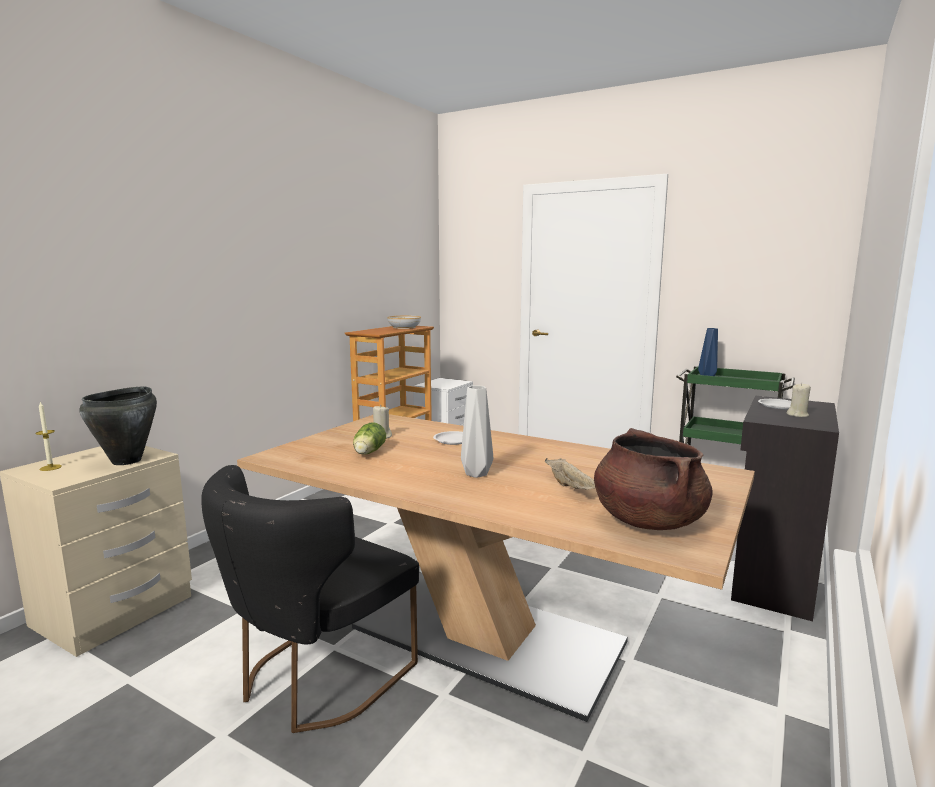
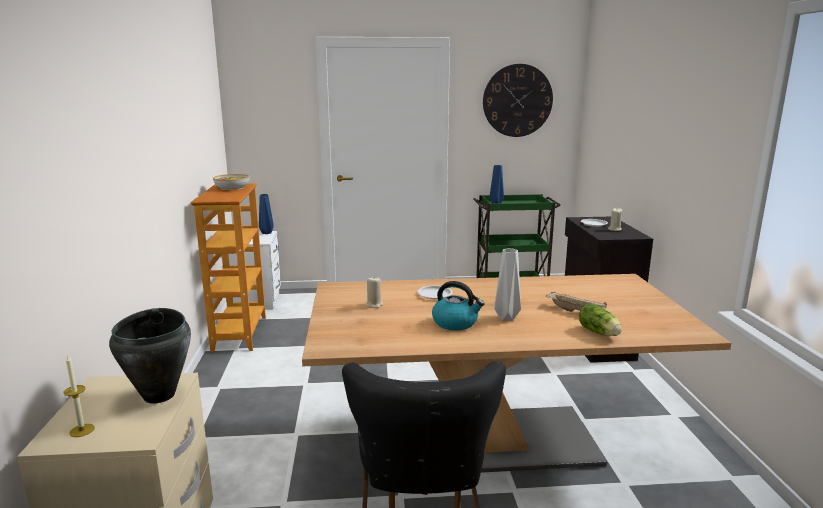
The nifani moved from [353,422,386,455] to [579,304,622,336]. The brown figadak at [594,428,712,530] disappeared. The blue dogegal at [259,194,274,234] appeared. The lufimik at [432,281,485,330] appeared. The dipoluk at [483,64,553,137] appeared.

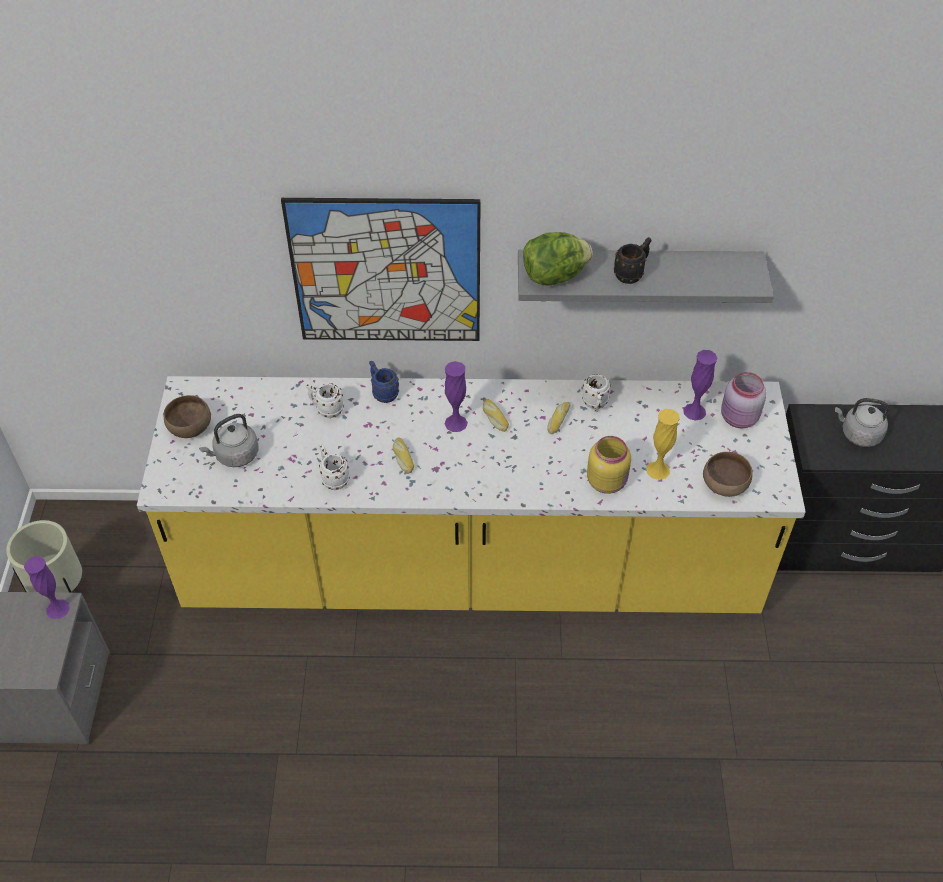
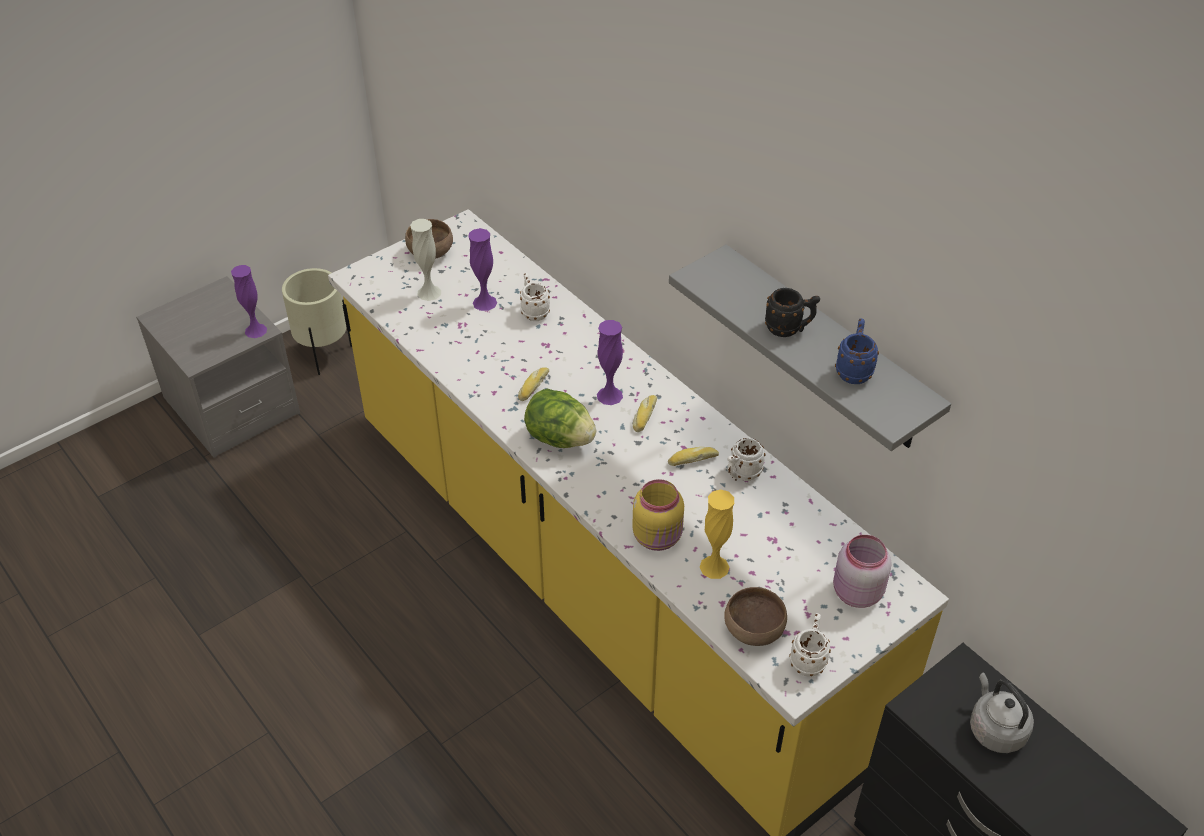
The grey lufimik at [199,414,258,467] was replaced by the white dogegal at [410,219,441,301]. The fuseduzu at [281,198,481,341] disappeared. The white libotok moved from [319,445,350,490] to [789,613,831,677]. The blue libotok moved from [369,361,399,403] to [835,318,879,384]. The nifani moved from [523,232,593,286] to [524,388,596,448]. The purple dogegal moved from [683,350,717,421] to [468,228,497,311].

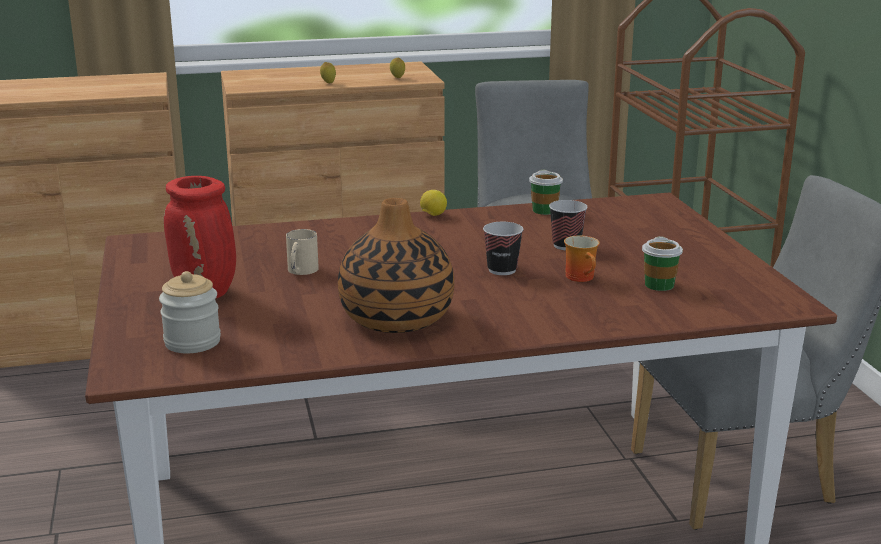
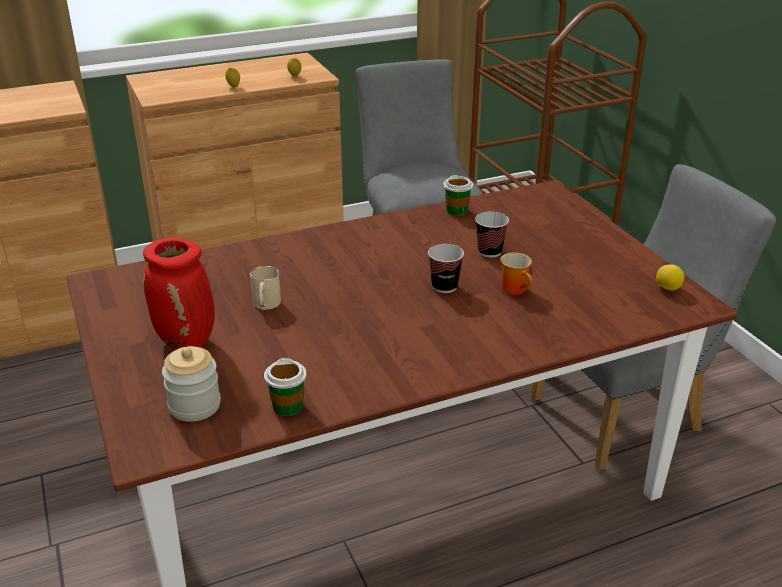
The dogegal at [338,198,454,333] disappeared. The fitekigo moved from [420,190,447,216] to [656,264,684,291]. The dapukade moved from [642,236,683,291] to [264,358,307,416].

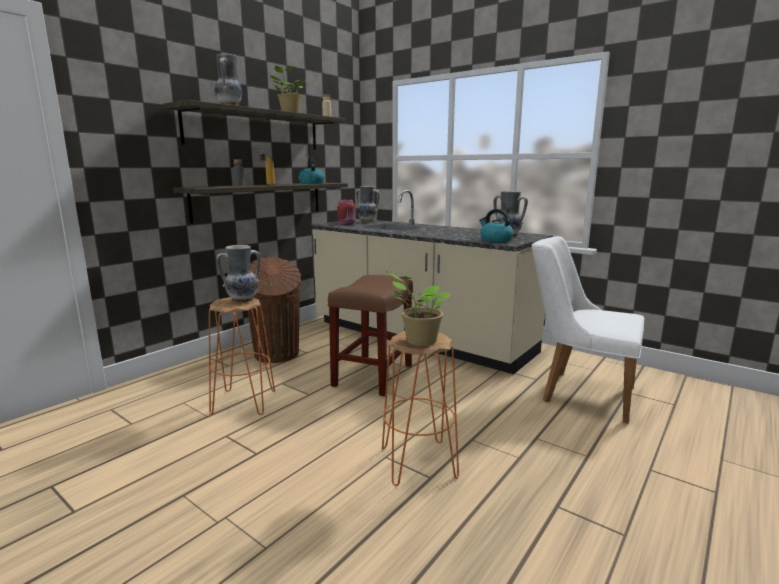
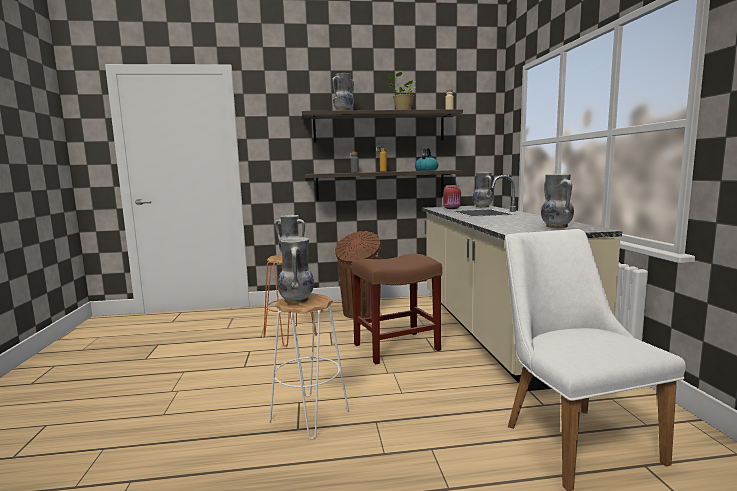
The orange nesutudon at [382,331,459,486] became the white nesutudon at [269,293,349,439]. The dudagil at [387,272,450,346] was replaced by the dogegal at [278,237,314,304]. The lufimik at [479,209,514,242] disappeared.

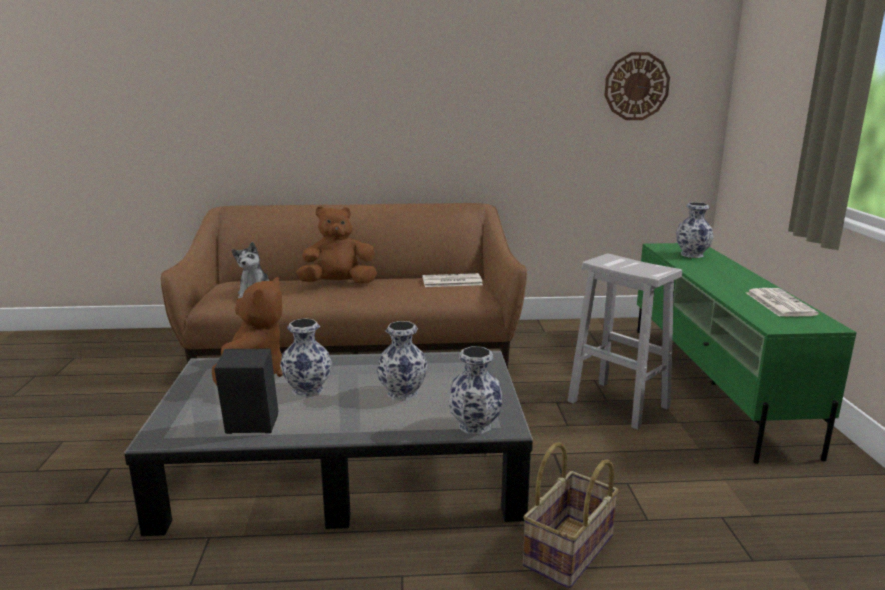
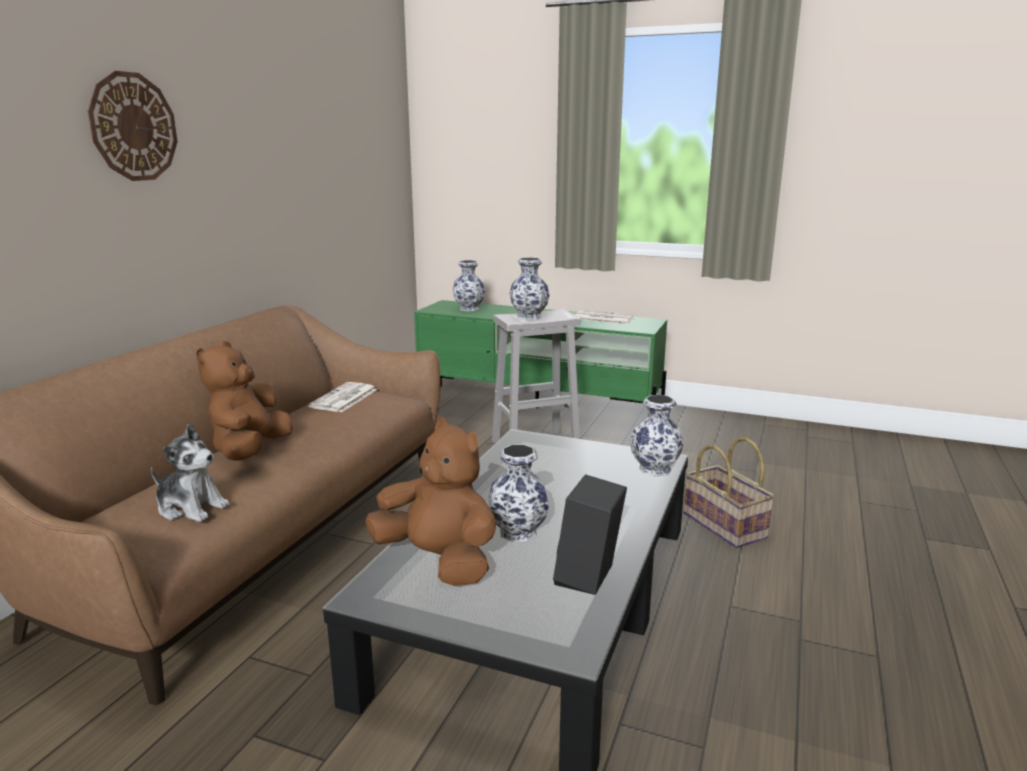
The dogegal moved from [377,321,428,401] to [510,257,549,319]. The dipoluk moved from [604,52,670,120] to [88,71,178,181].

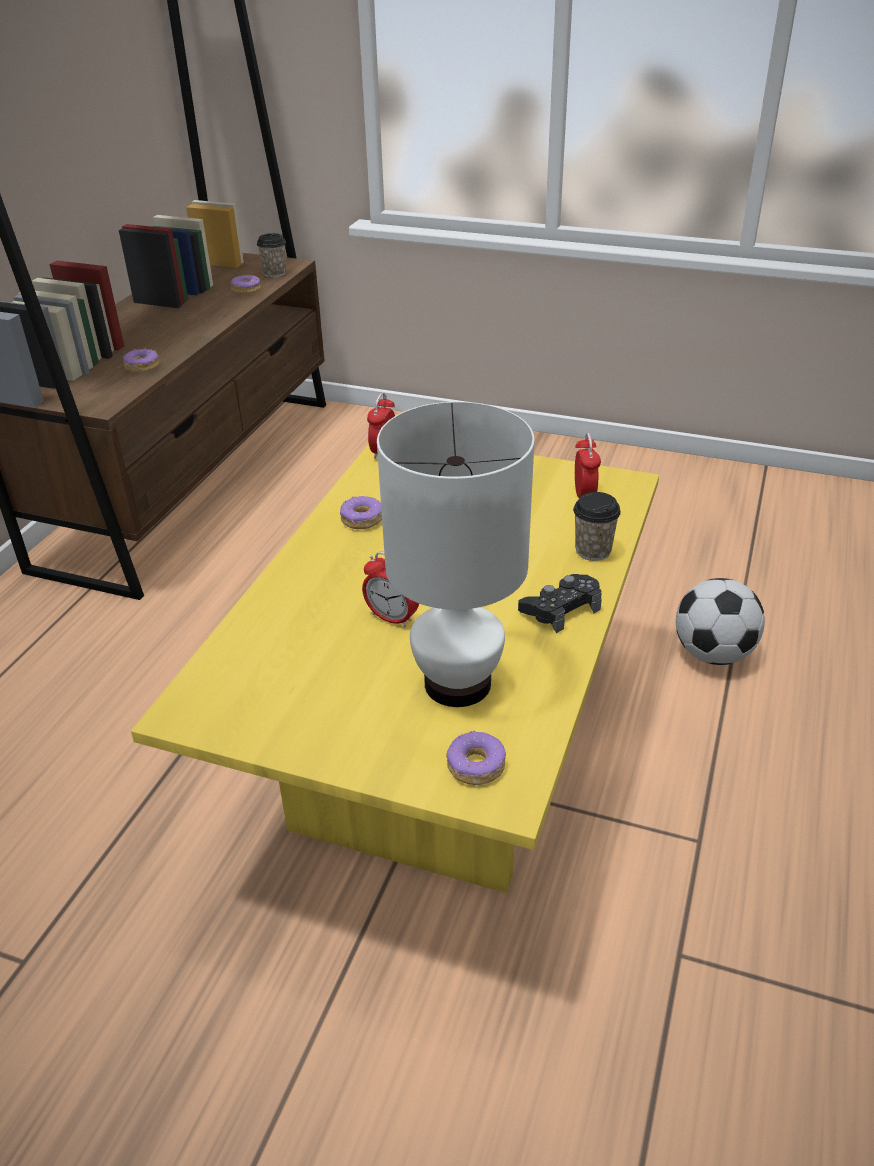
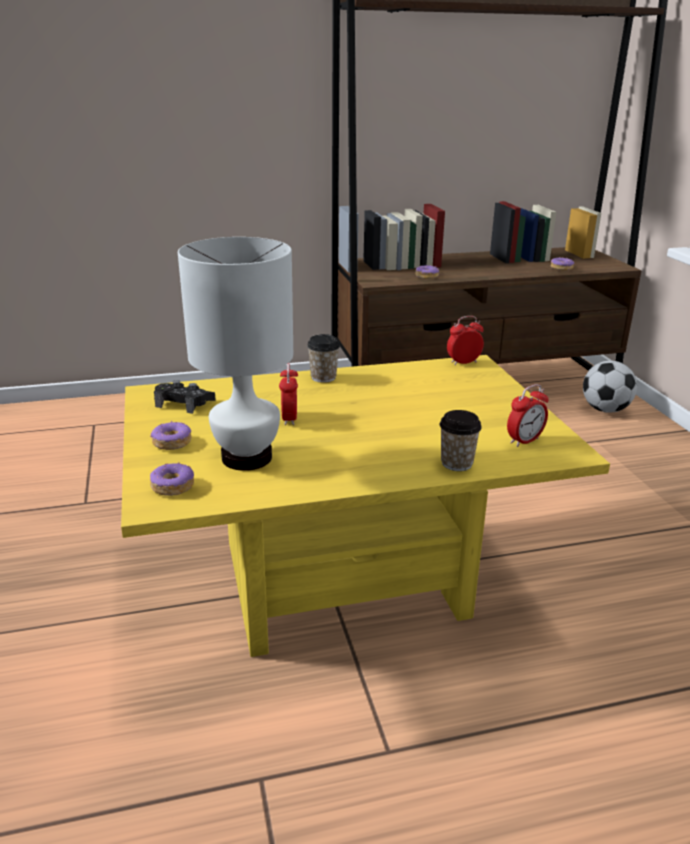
The dapukade moved from [257,233,286,278] to [307,334,340,383]. The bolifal moved from [340,496,382,529] to [150,421,191,450]. The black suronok moved from [518,574,602,633] to [154,380,216,414]. The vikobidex moved from [676,578,765,665] to [583,361,637,413].

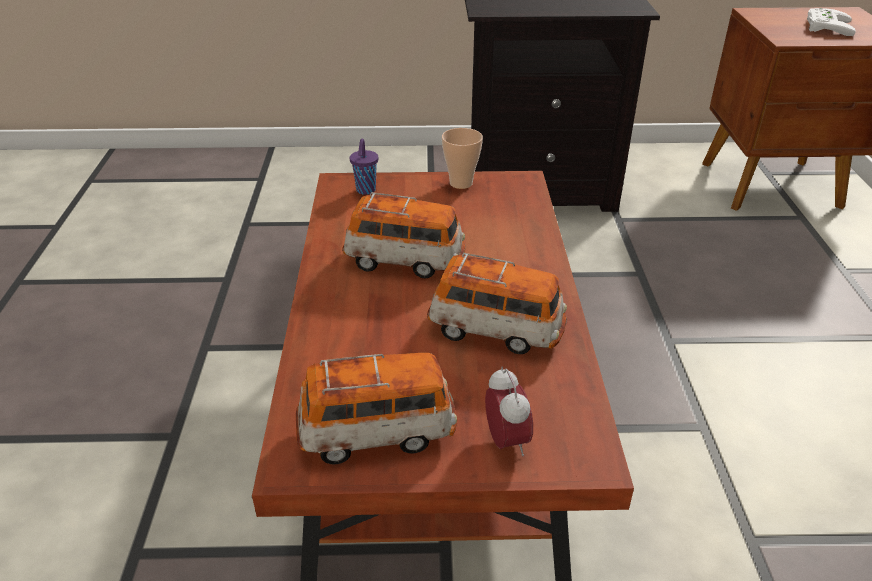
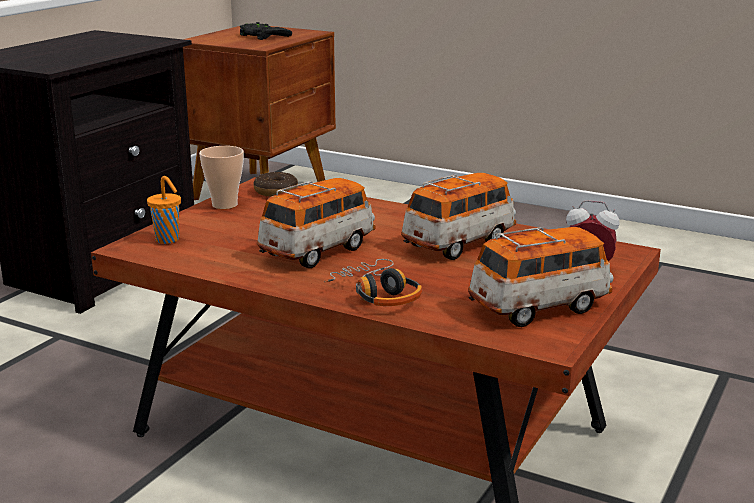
The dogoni at [296,353,457,465] turned 45 degrees clockwise. The purple dapukade at [350,138,378,195] became the orange dapukade at [147,176,181,244]. The white suronok at [807,8,856,36] became the black suronok at [240,22,292,40]. The bolifal at [253,172,298,197] appeared. The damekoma at [324,259,422,306] appeared.

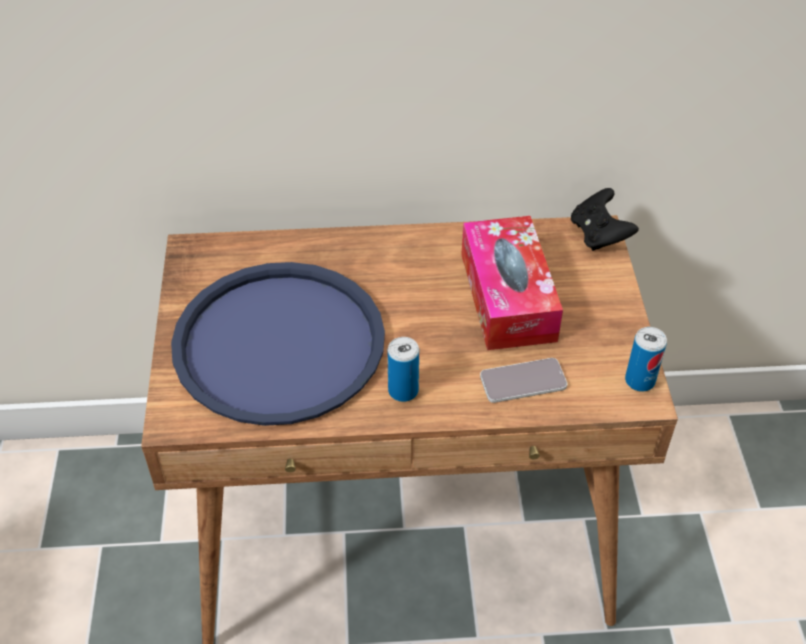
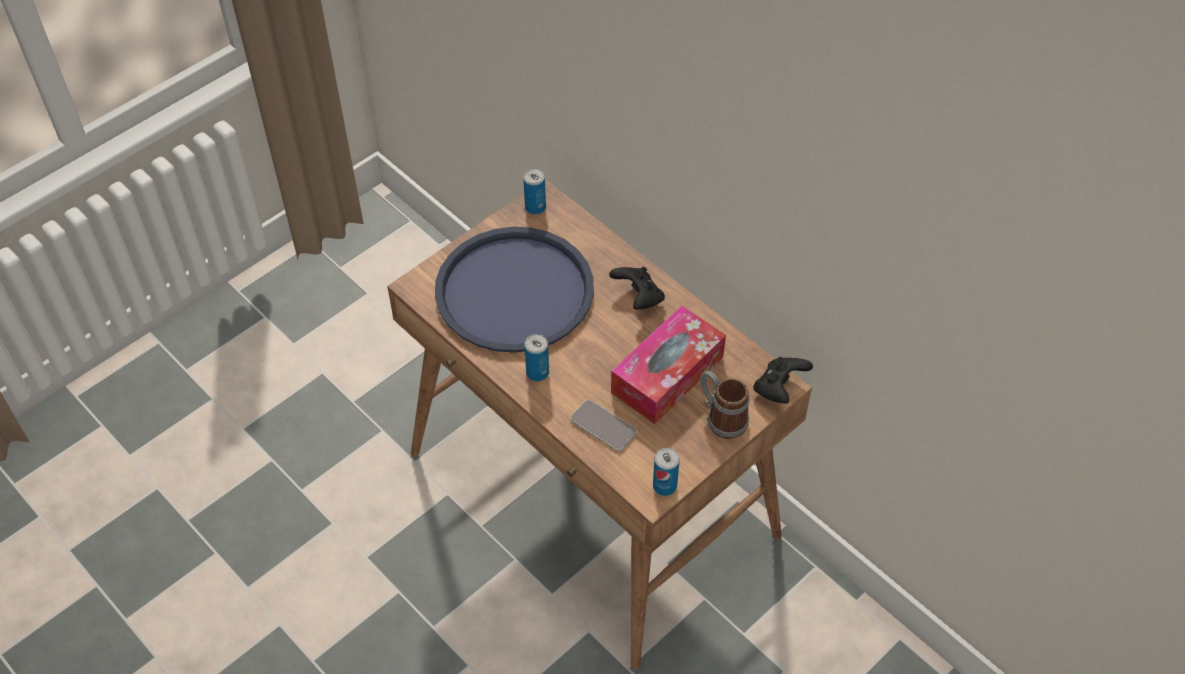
The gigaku at [523,169,546,215] appeared. The black suronok at [609,267,665,309] appeared. The libotok at [700,371,750,439] appeared.

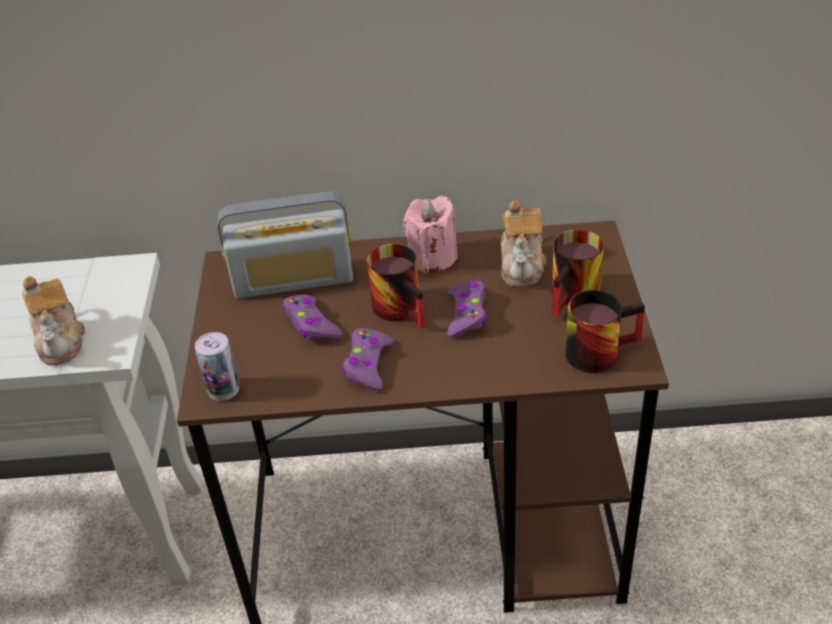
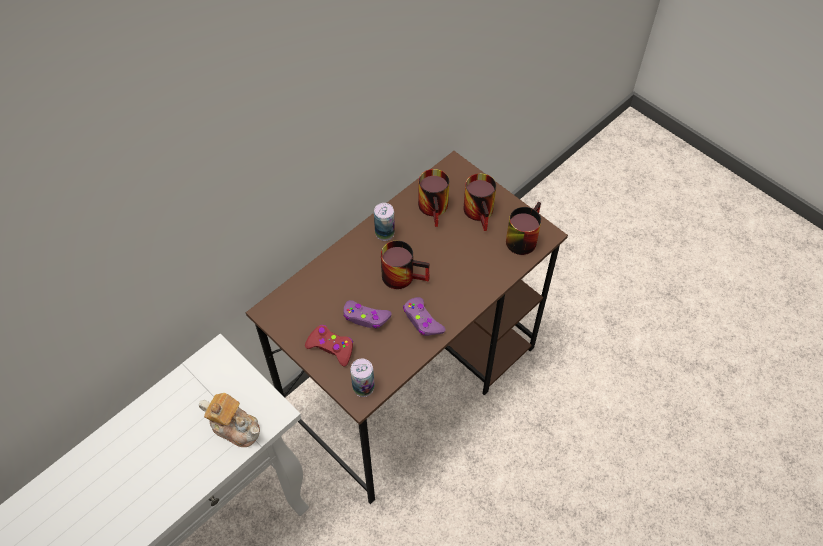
The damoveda at [218,192,353,299] disappeared. The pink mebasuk at [403,196,458,273] was replaced by the gigaku at [374,203,395,241]. The purple suronok at [447,281,486,338] disappeared. The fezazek at [501,200,546,287] was replaced by the libotok at [418,169,449,227]. The red suronok at [305,325,353,367] appeared.

